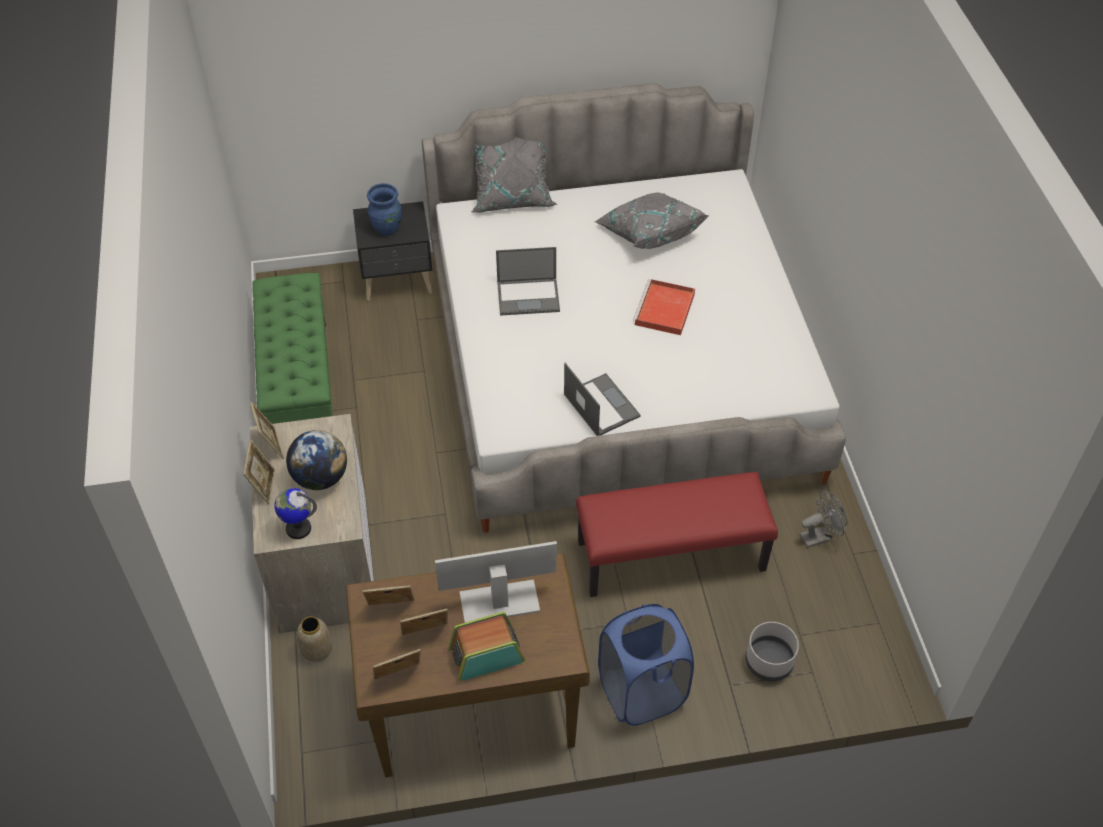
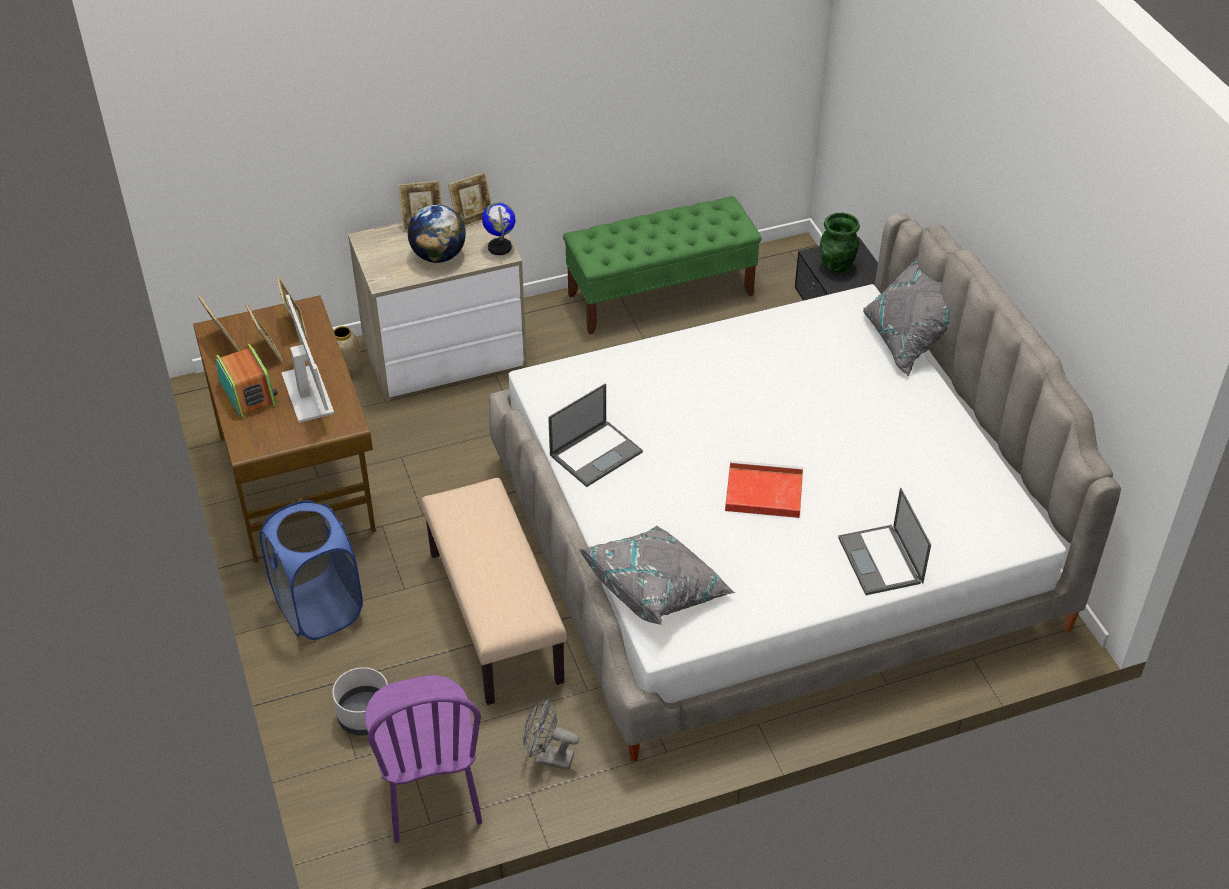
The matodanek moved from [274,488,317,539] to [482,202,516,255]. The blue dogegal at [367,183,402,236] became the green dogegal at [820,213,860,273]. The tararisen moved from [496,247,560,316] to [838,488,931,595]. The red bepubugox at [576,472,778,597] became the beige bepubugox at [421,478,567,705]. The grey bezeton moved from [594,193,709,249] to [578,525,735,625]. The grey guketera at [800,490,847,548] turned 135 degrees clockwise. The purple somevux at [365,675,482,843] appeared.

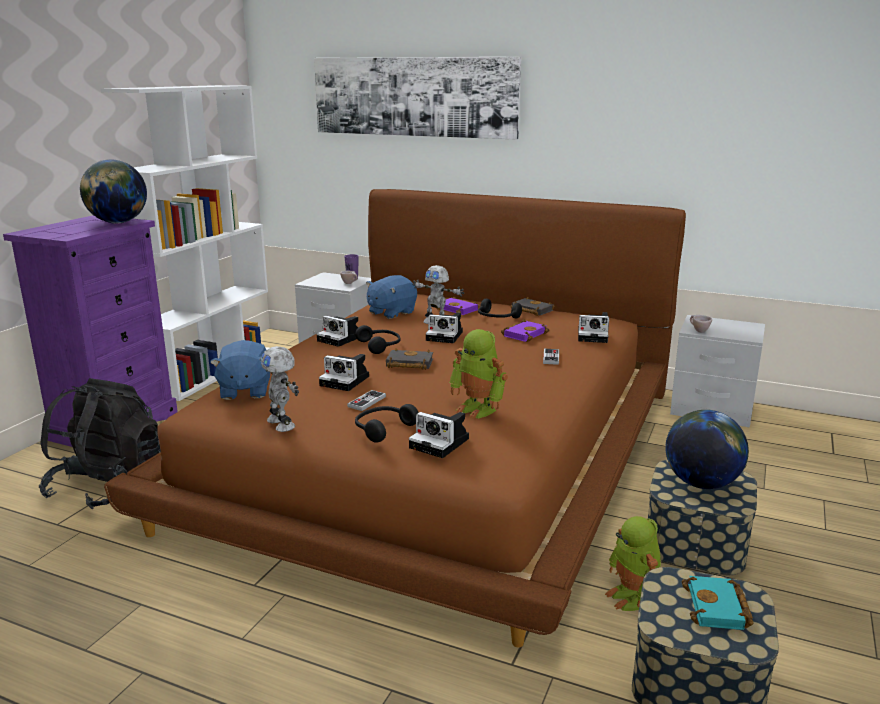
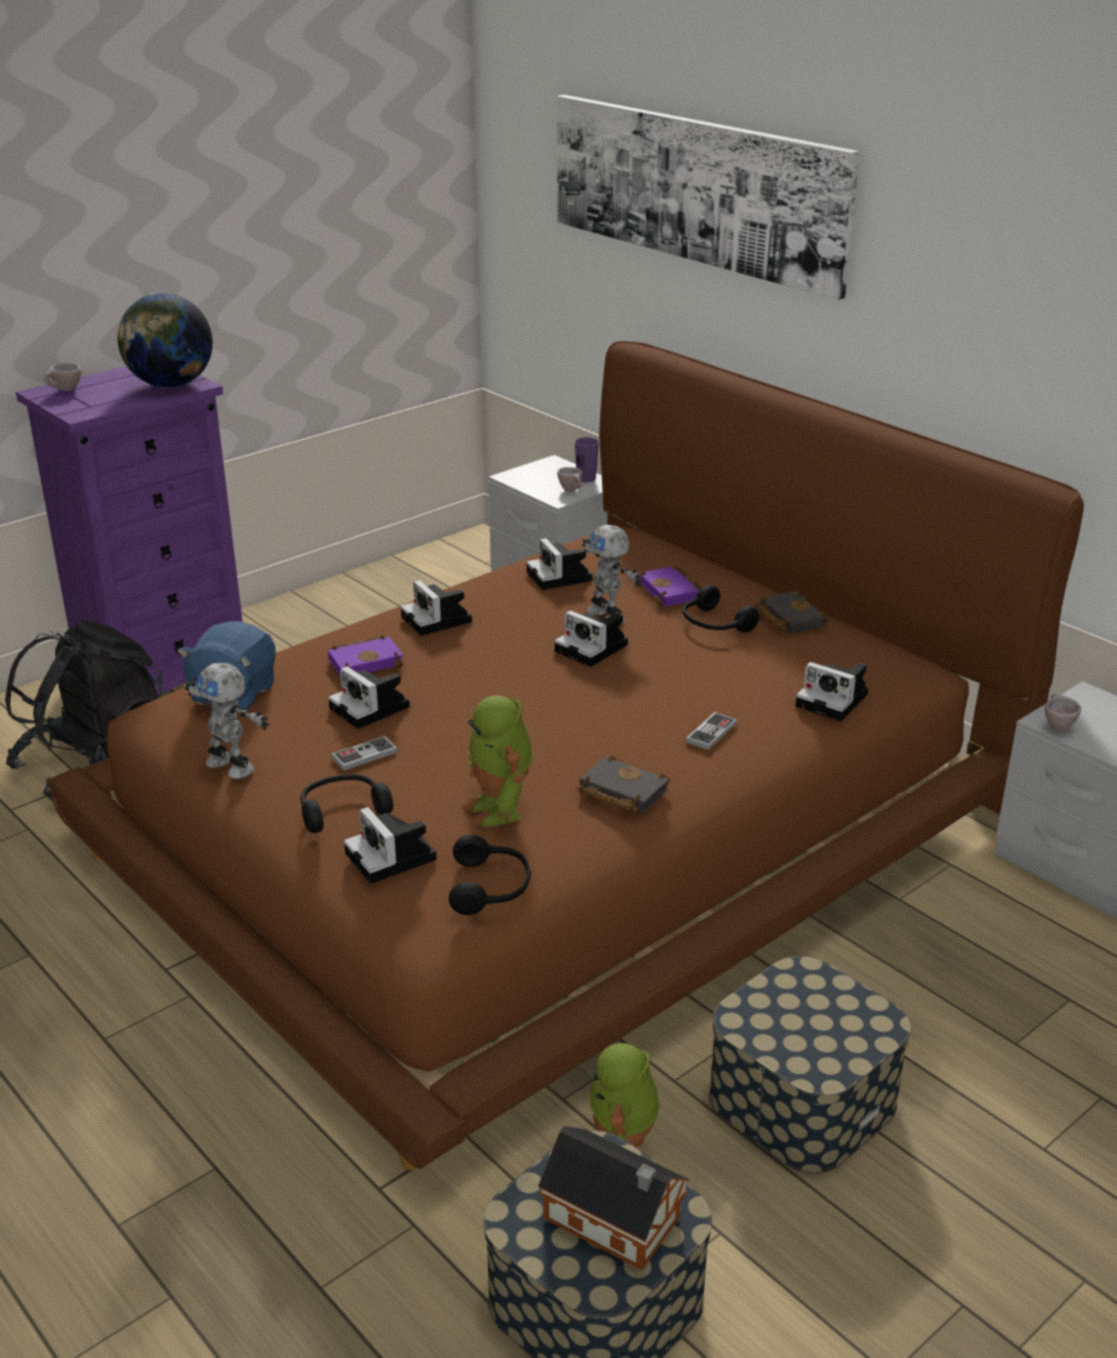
The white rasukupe at [101,85,269,401] disappeared. The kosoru at [261,346,299,432] turned 45 degrees counterclockwise. The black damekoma moved from [355,325,401,354] to [449,835,531,915]. The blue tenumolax at [366,275,417,319] was replaced by the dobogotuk at [527,538,593,590]. The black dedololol moved from [386,348,433,370] to [578,756,670,814]. The purple dedololol moved from [501,320,549,342] to [328,635,404,677]. The matodanek at [665,410,749,489] disappeared. The turquoise dedololol at [682,576,754,630] was replaced by the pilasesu at [538,1126,690,1270]. The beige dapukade at [44,362,81,391] appeared.

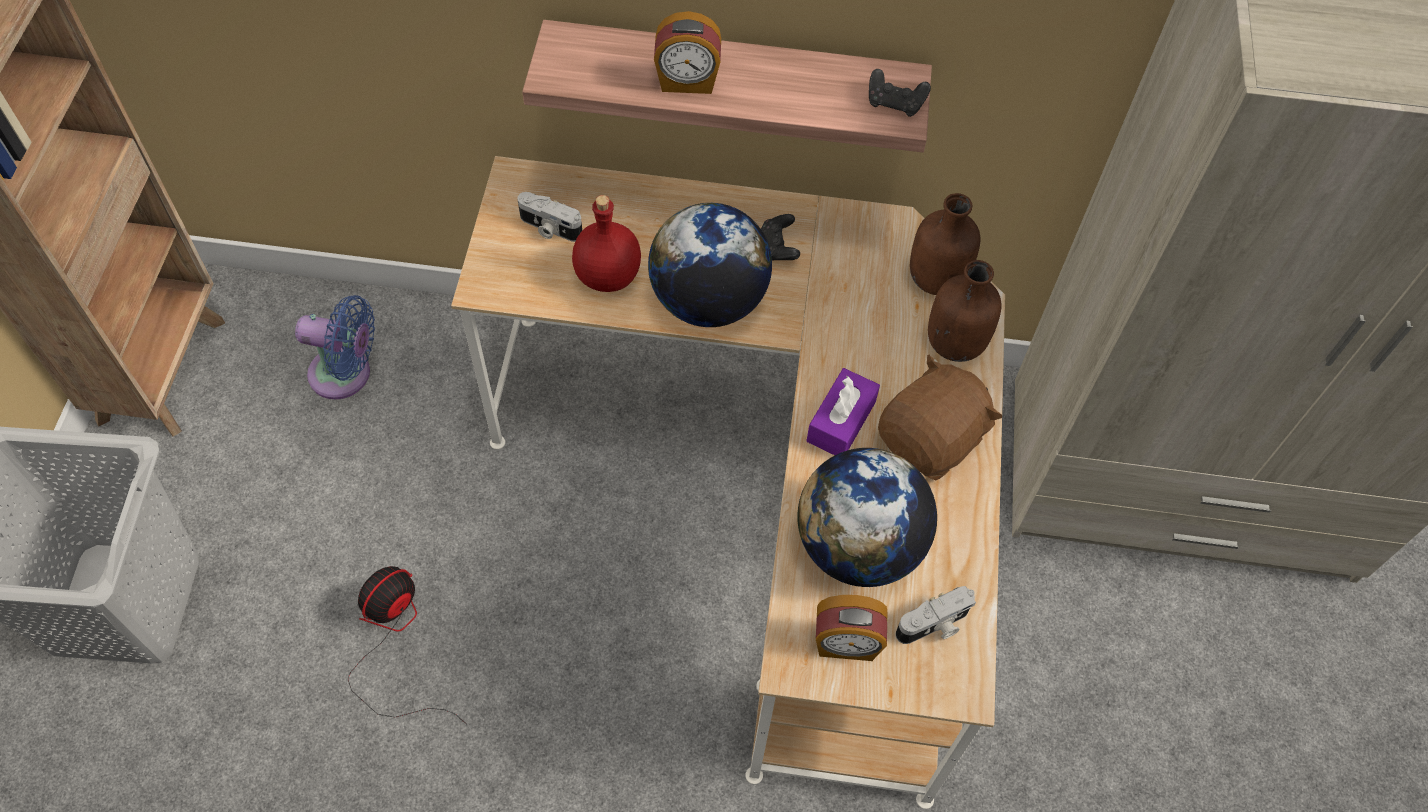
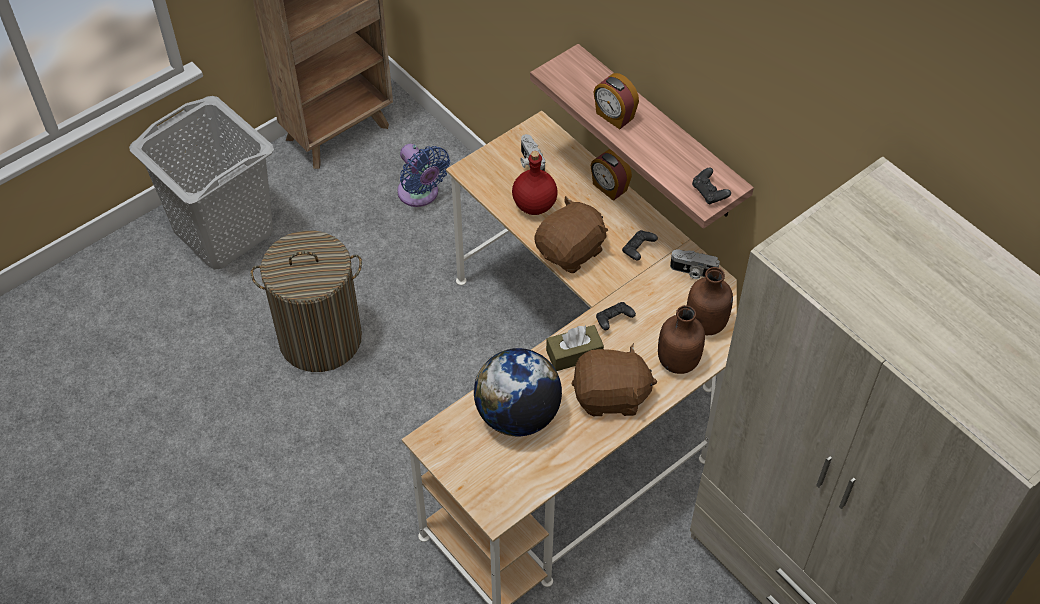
The guketera at [348,566,468,725] was replaced by the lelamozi at [251,230,362,372]. The matodanek at [648,203,772,327] was replaced by the brown tenumolax at [534,196,608,273]. The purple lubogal at [807,368,880,455] became the brown lubogal at [546,325,604,371]. The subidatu moved from [816,595,887,661] to [590,149,632,201]. The dobogotuk moved from [895,586,976,644] to [670,249,720,279]. The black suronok at [596,302,636,330] appeared.

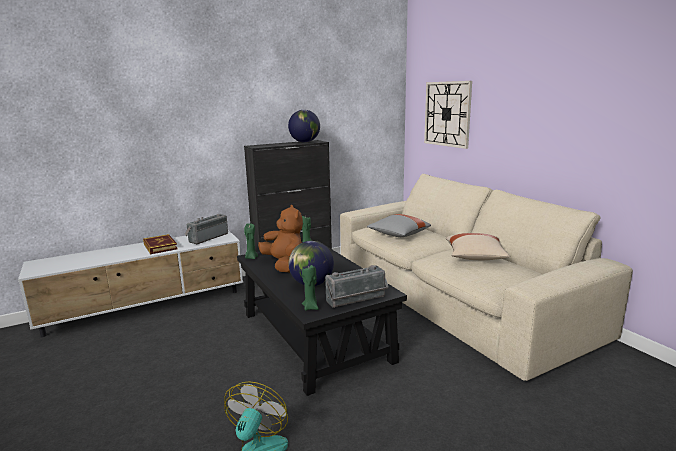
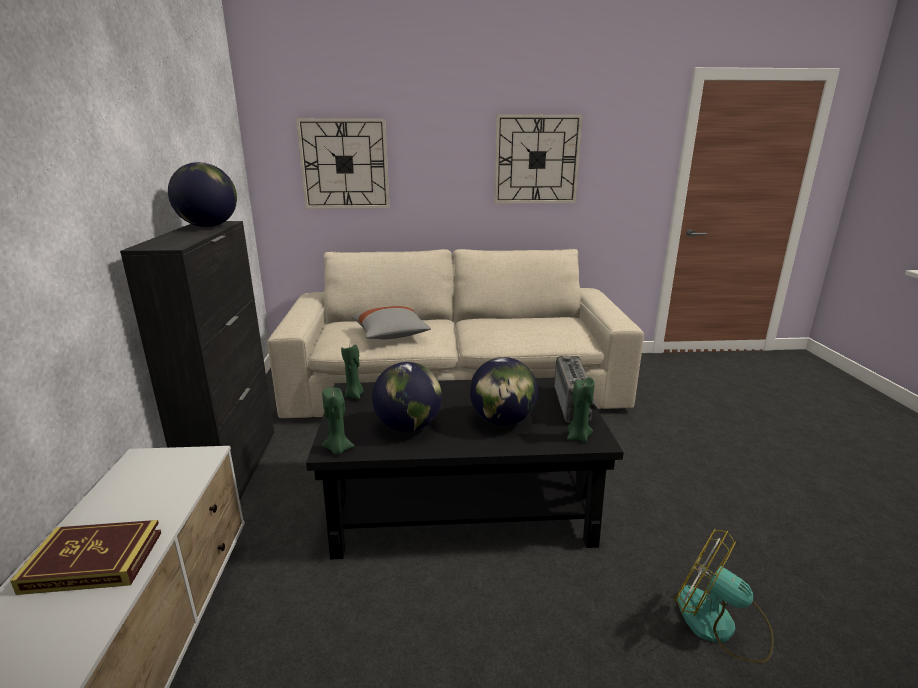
The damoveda at [185,214,228,244] disappeared. The brown tenumolax at [258,205,303,272] was replaced by the matodanek at [372,362,442,432]. The beige bezeton at [446,233,510,260] disappeared. The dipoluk at [494,114,583,204] appeared.

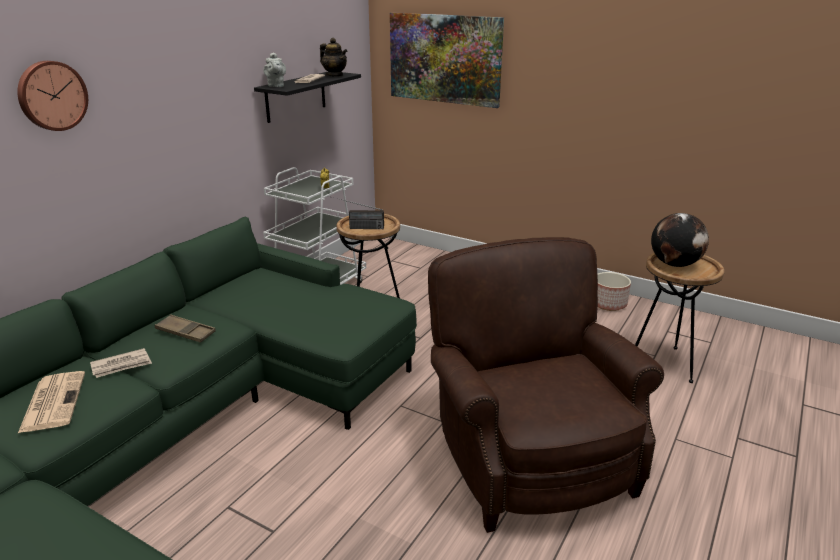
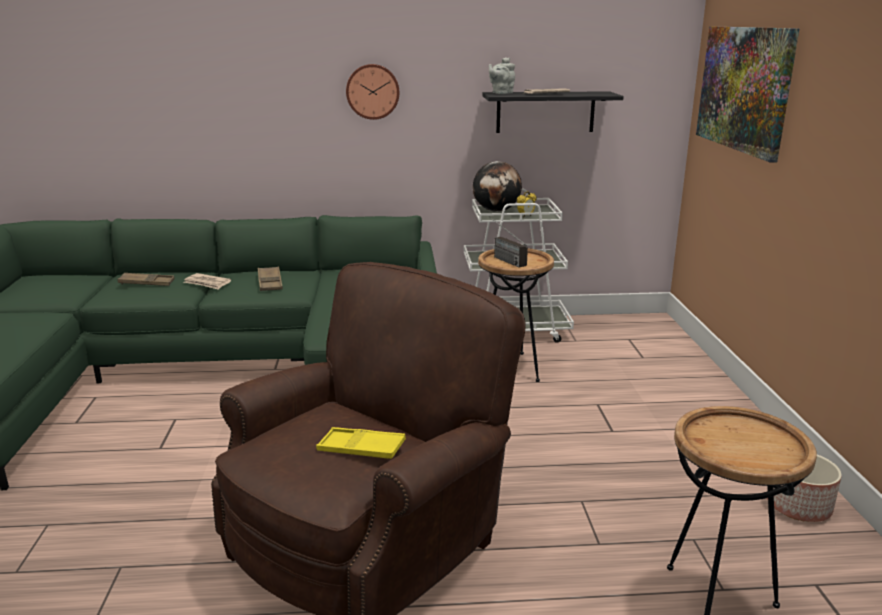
The dipoluk moved from [17,61,88,131] to [346,64,399,120]. The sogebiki at [18,371,85,433] was replaced by the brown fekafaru at [117,273,175,286]. The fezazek at [320,38,347,77] disappeared. The matodanek moved from [651,213,709,267] to [473,161,522,212]. The yellow fekafaru at [316,427,406,459] appeared.

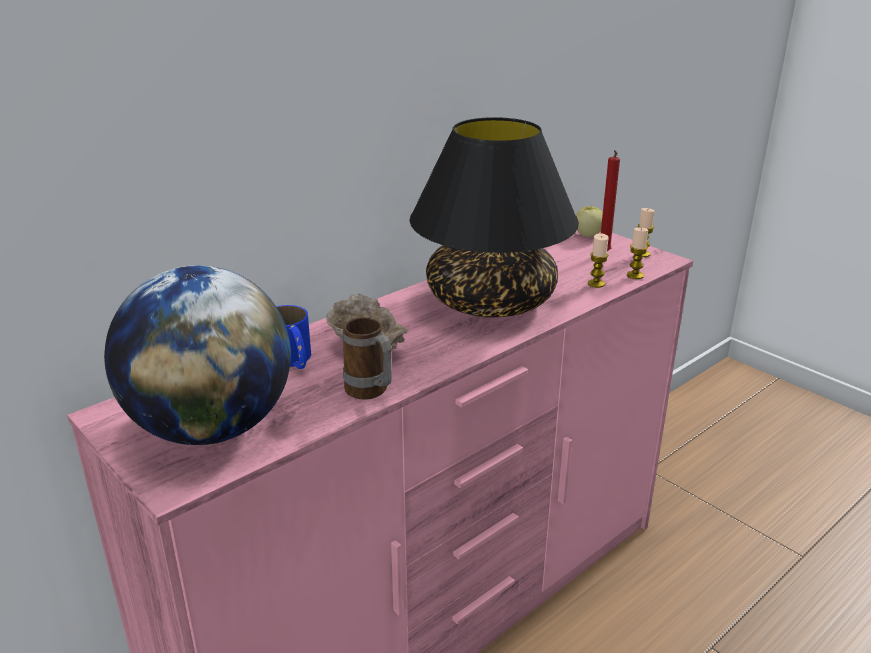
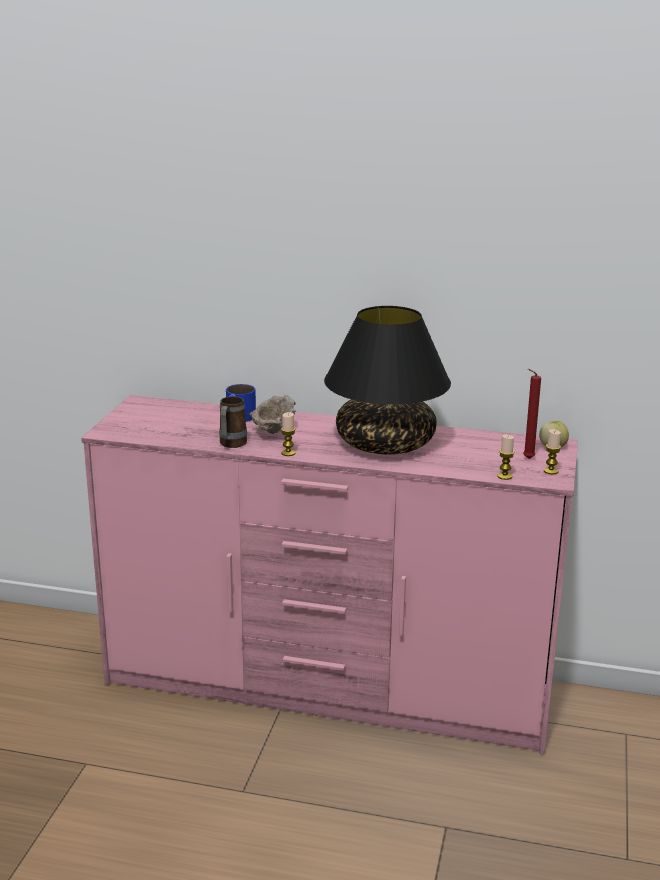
The matodanek at [104,265,291,445] disappeared. The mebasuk moved from [588,234,609,288] to [281,412,296,456].

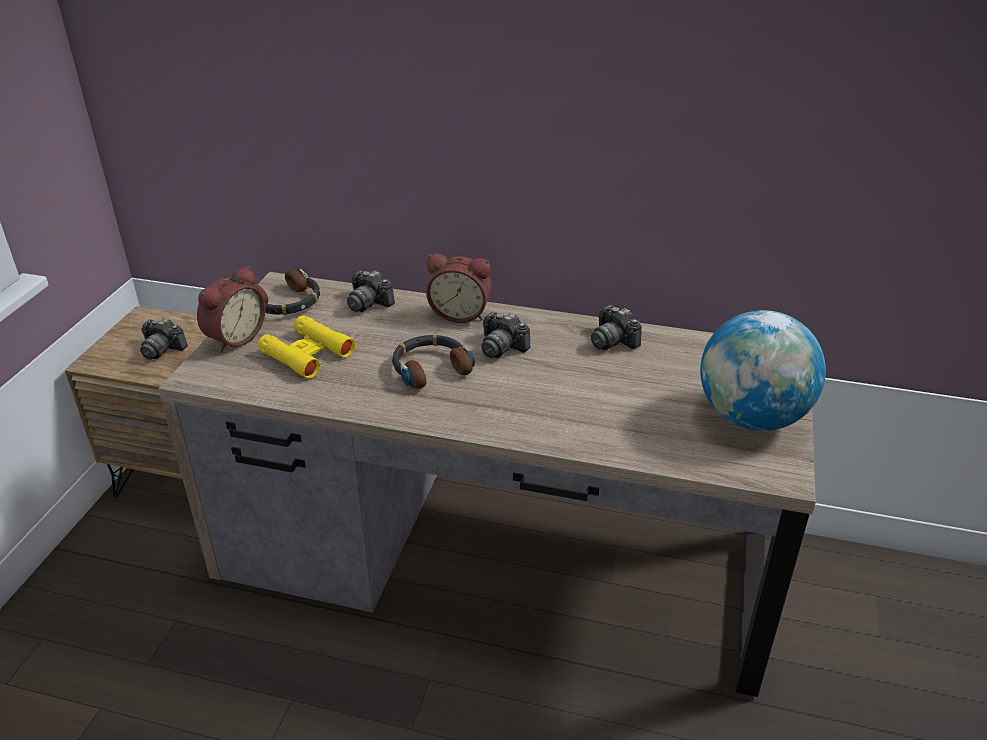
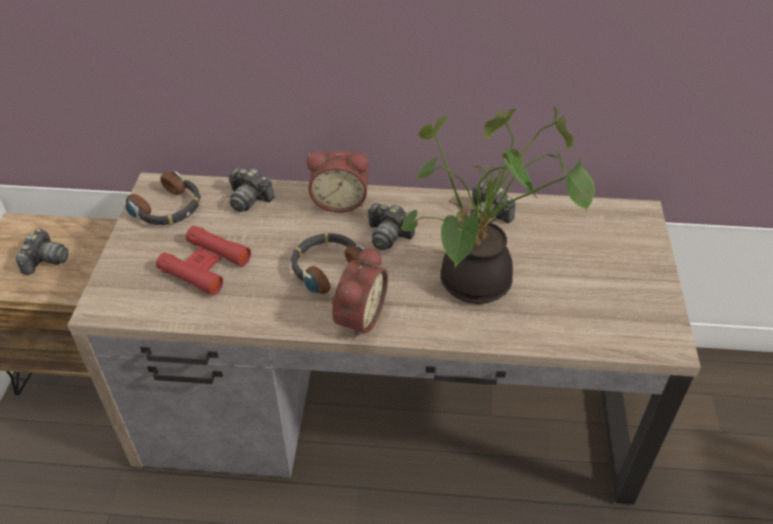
The dobogotuk at [140,318,188,360] turned 90 degrees counterclockwise. The subidatu moved from [197,266,265,352] to [331,246,388,339]. The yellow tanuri at [258,315,355,379] became the red tanuri at [156,226,251,296]. The matodanek at [700,310,826,431] disappeared. The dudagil at [401,107,595,304] appeared.

